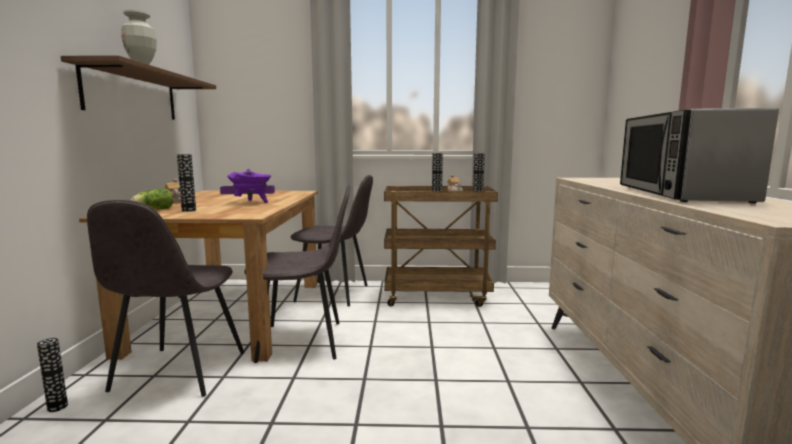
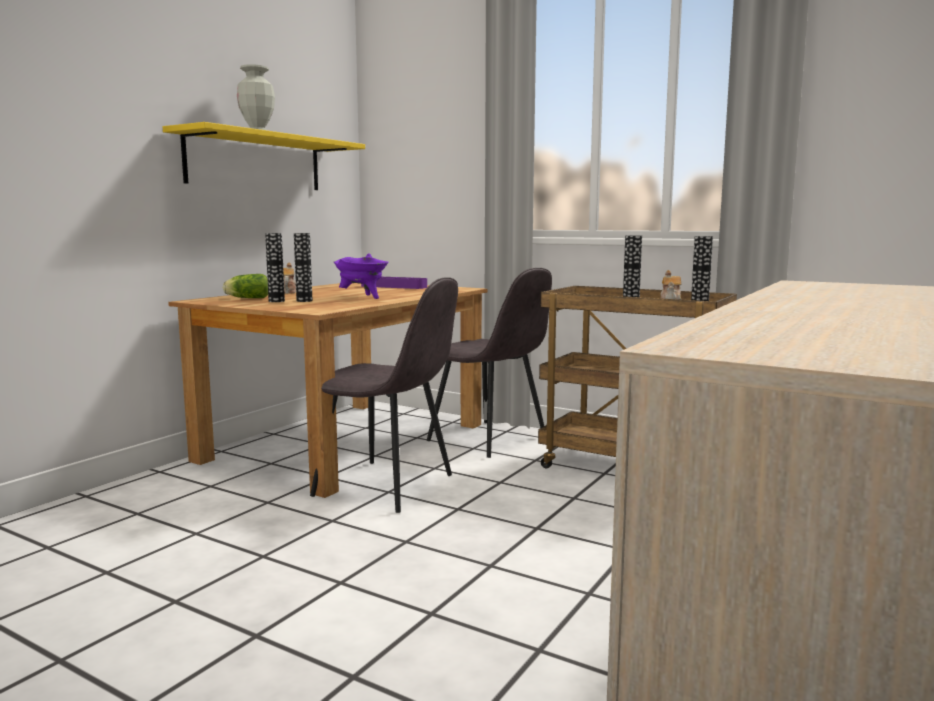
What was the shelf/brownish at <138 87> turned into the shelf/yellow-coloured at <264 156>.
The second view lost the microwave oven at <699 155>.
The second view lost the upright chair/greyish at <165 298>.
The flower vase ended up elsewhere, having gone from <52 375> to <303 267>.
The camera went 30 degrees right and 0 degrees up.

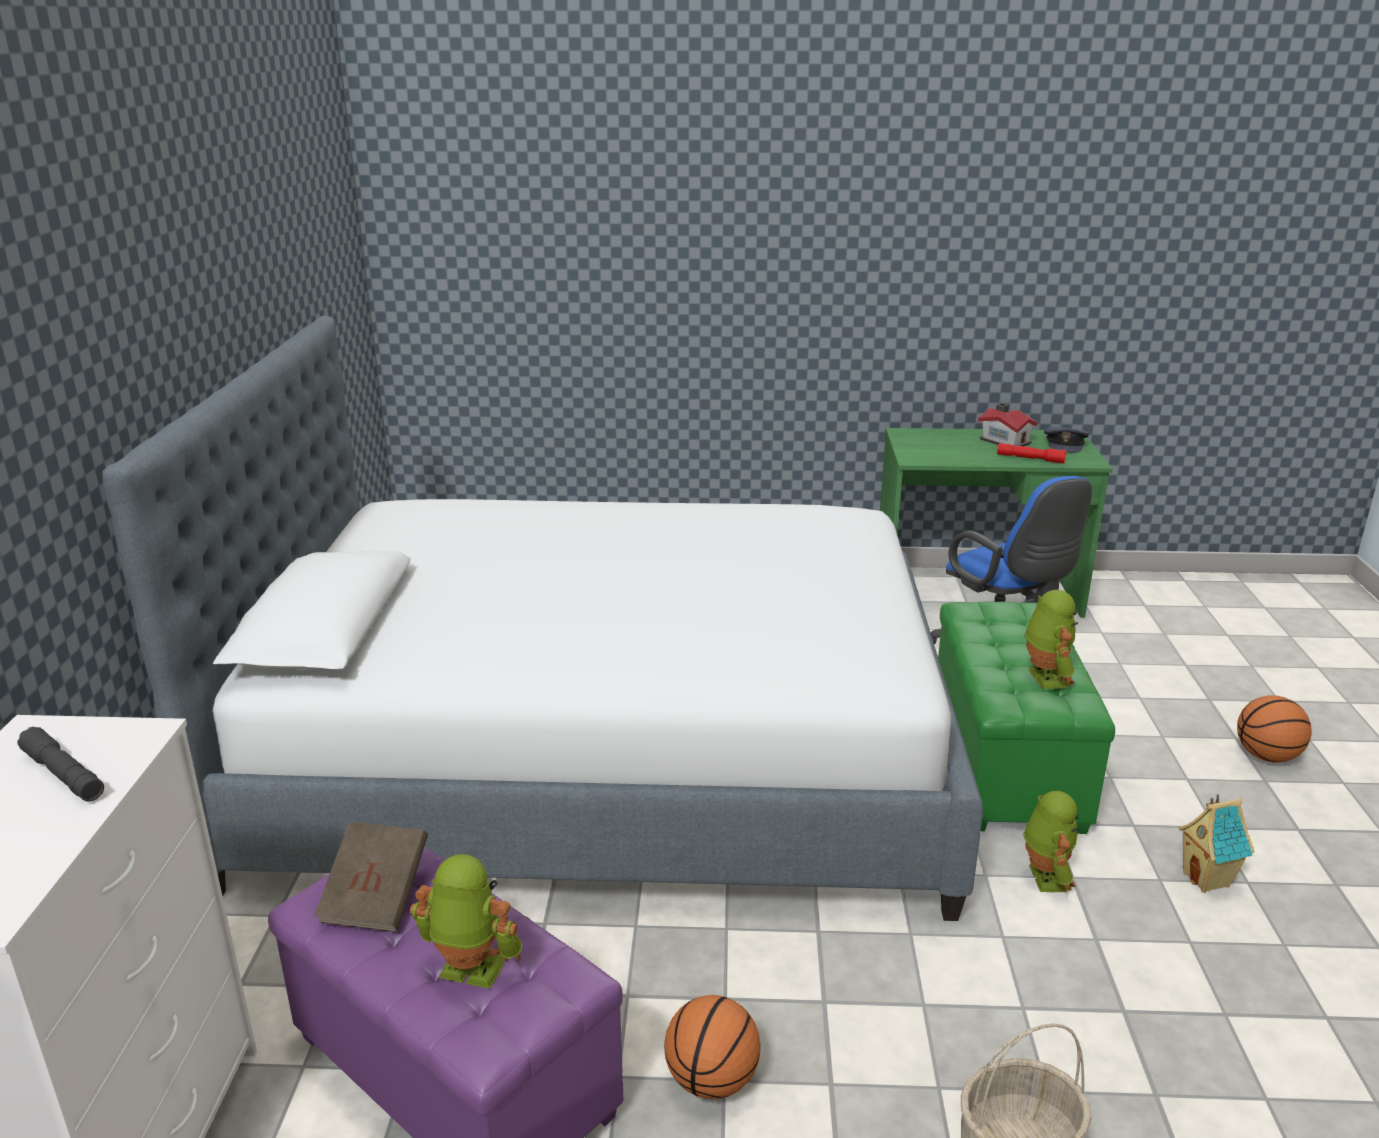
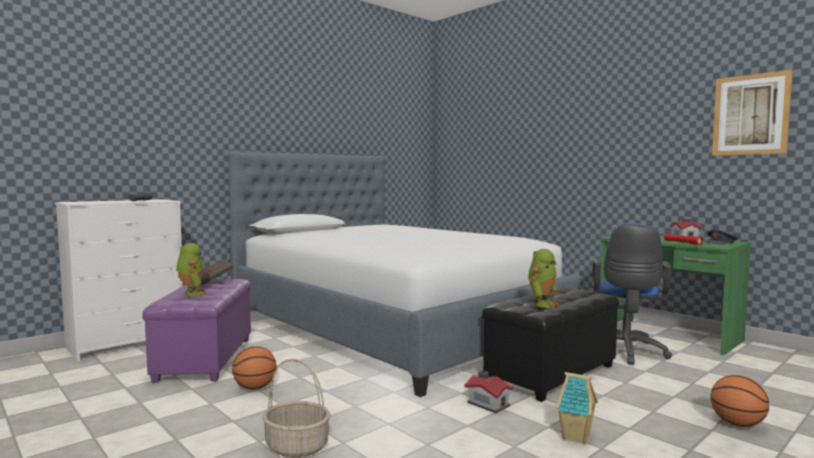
What was the ottoman/greenish at <1026 718> turned into the ottoman/blackish at <550 344>.
Where the toy robot stood at <1051 841>, the miniature house came to stand at <489 391>.
The second view gained the wall picture at <752 113>.
The camera went 45 degrees right and 20 degrees down.

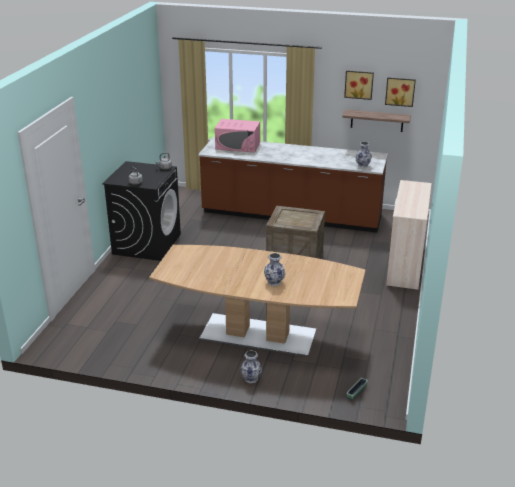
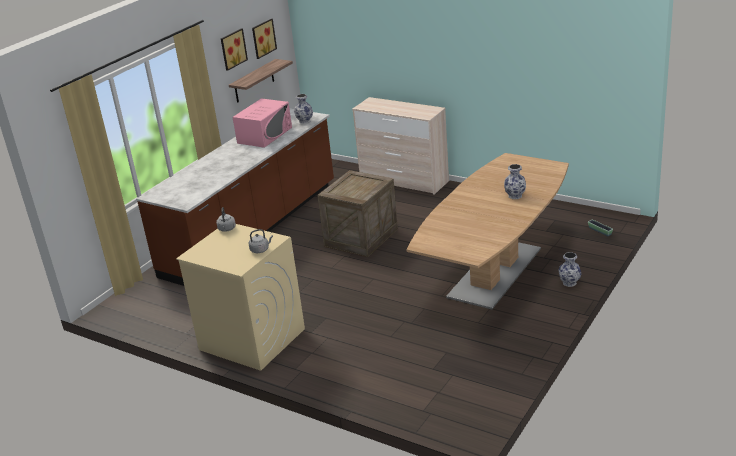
The microwave oven/pinkish ended up elsewhere, having gone from <237 135> to <262 123>.
What was the washing machine/blackish at <141 211> turned into the washing machine/beige at <240 297>.
The camera went 70 degrees left and 0 degrees up.

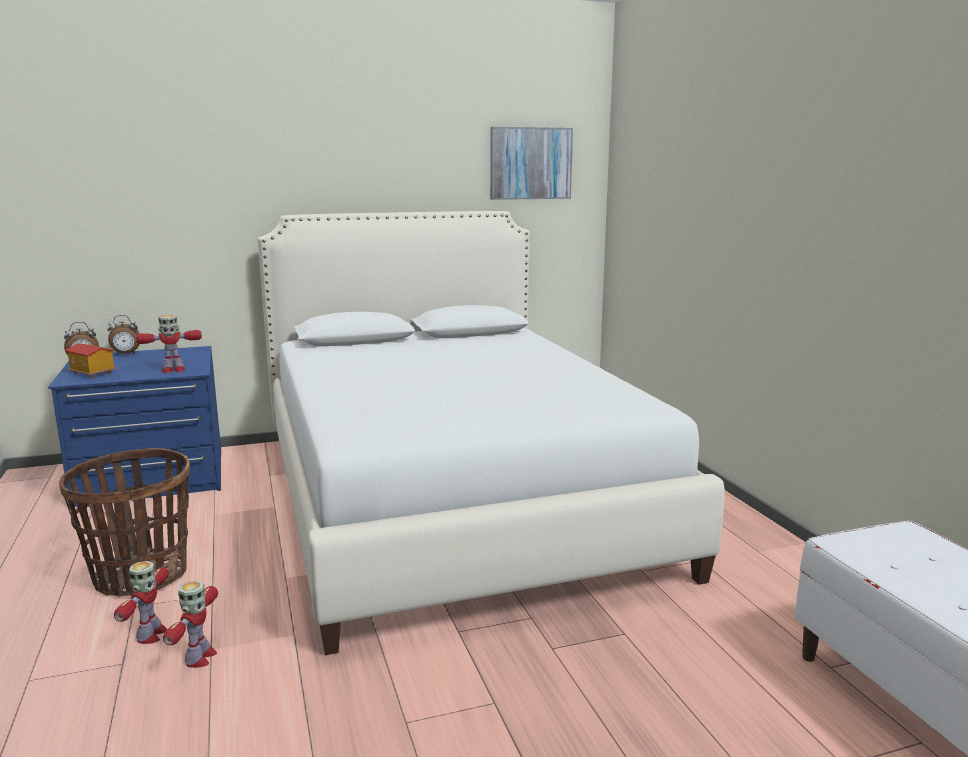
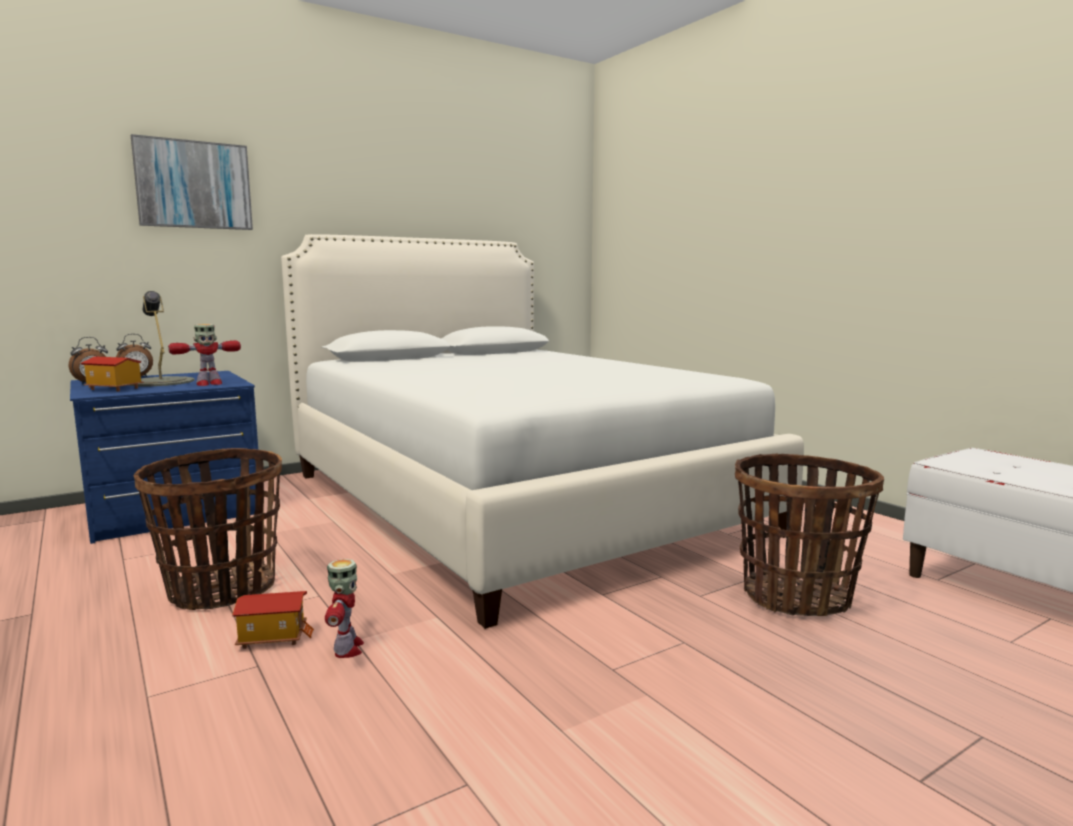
The wall picture ended up elsewhere, having gone from <531 163> to <192 182>.
Where the toy robot stood at <141 602>, the miniature house came to stand at <273 620>.
The second view gained the tabletop lamp/greyish at <162 338>.
The second view gained the basket at <809 535>.
The camera went 15 degrees left and 5 degrees down.

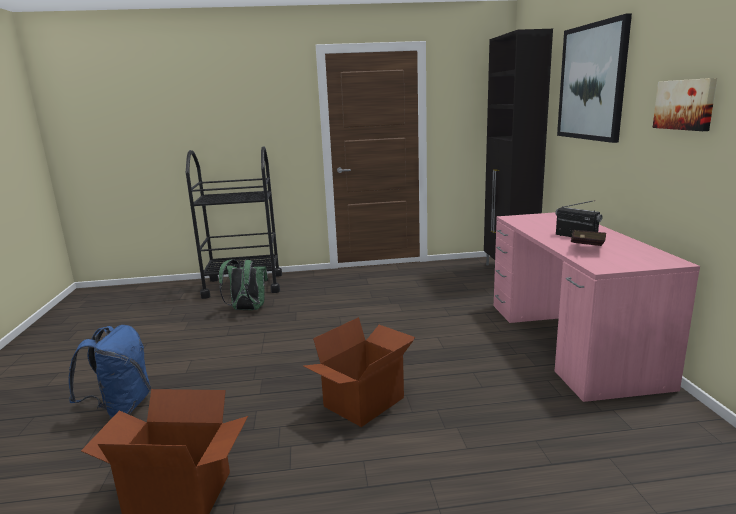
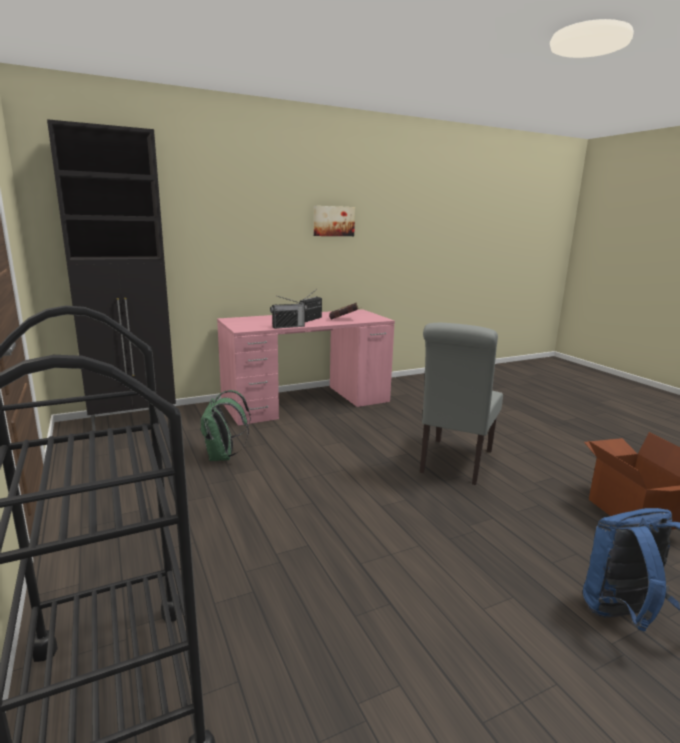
The second view lost the wall picture at <594 78>.
The rucksack/greenish ended up elsewhere, having gone from <243 284> to <226 425>.
Where the carton stood at <359 372>, the upright chair/greyish came to stand at <461 404>.
The second view gained the radio at <288 312>.
The camera went 110 degrees left and 0 degrees up.

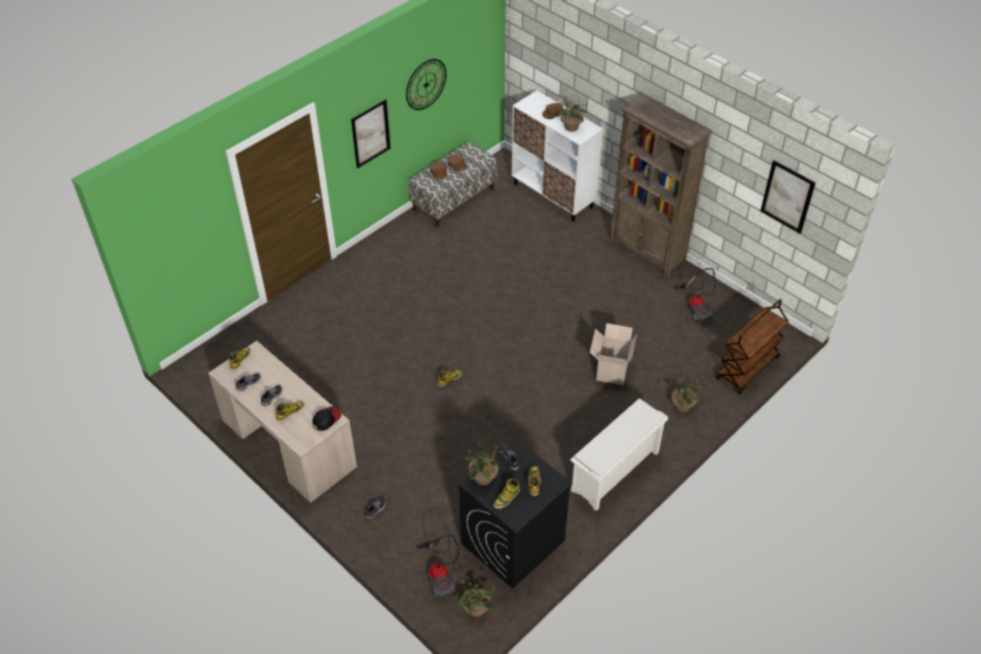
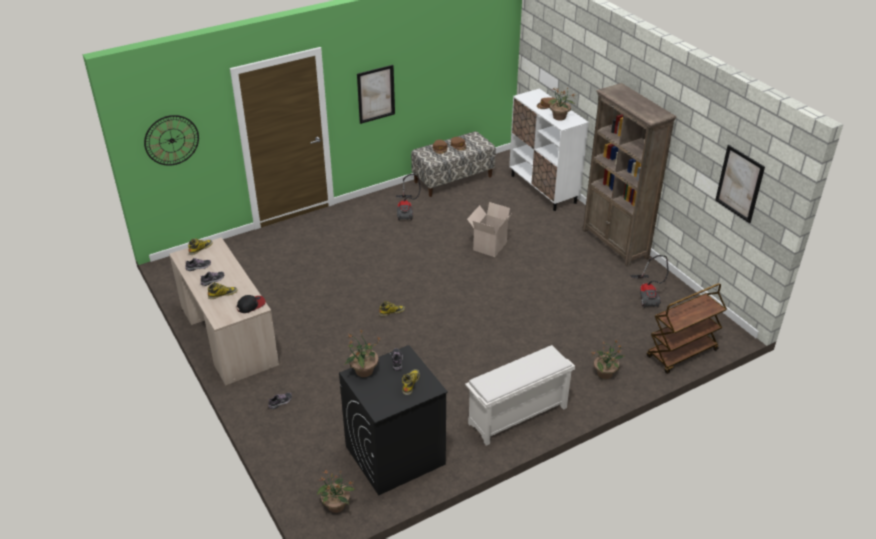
The clock on the wall ended up elsewhere, having gone from <426 84> to <171 140>.
The carton ended up elsewhere, having gone from <613 354> to <489 229>.
The second view lost the high-top boot at <506 494>.
The vacuum ended up elsewhere, having gone from <437 567> to <408 197>.
The camera went 15 degrees right and 10 degrees down.

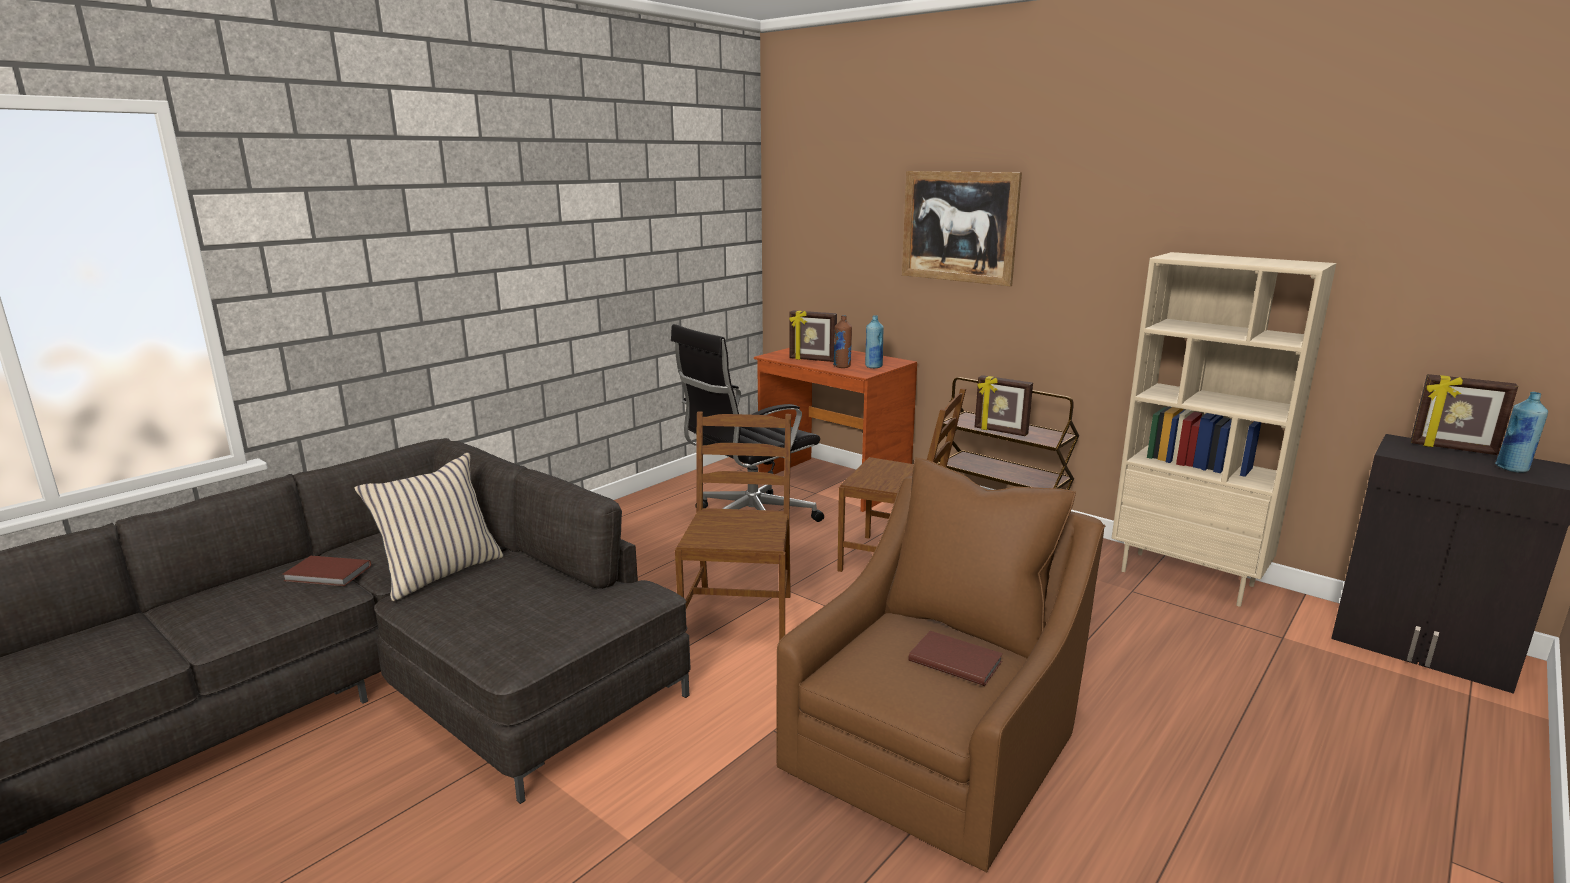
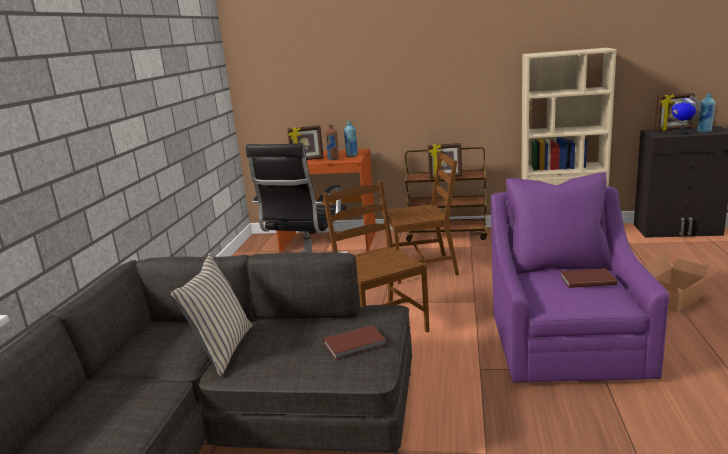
The second view lost the wall picture at <962 228>.
What was the easy chair/brownish at <940 664> turned into the easy chair/purple at <580 277>.
The book/brownish ended up elsewhere, having gone from <327 571> to <354 342>.
The second view gained the world globe at <686 115>.
The second view gained the carton at <681 283>.
The camera went 30 degrees left and 0 degrees up.

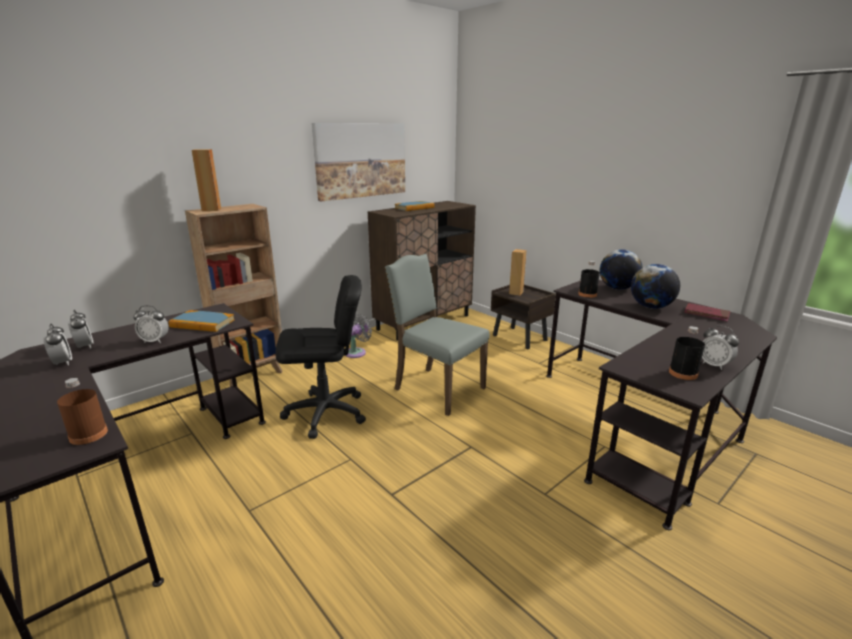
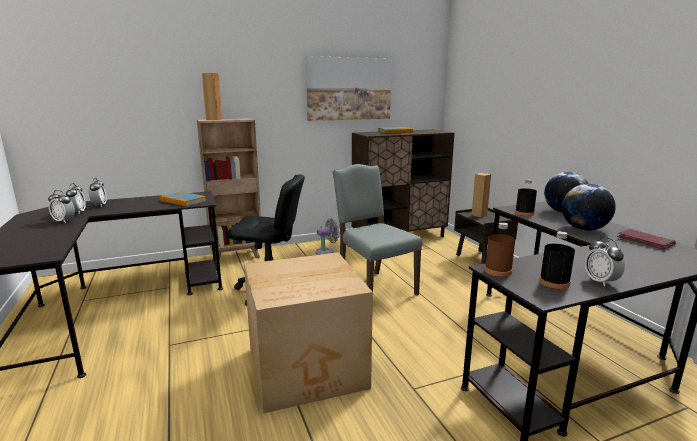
The alarm clock ended up elsewhere, having gone from <151 324> to <61 206>.
The beverage bottle/brownish ended up elsewhere, having gone from <82 411> to <500 249>.
The second view gained the carton at <308 333>.
The camera went 20 degrees right and 5 degrees down.

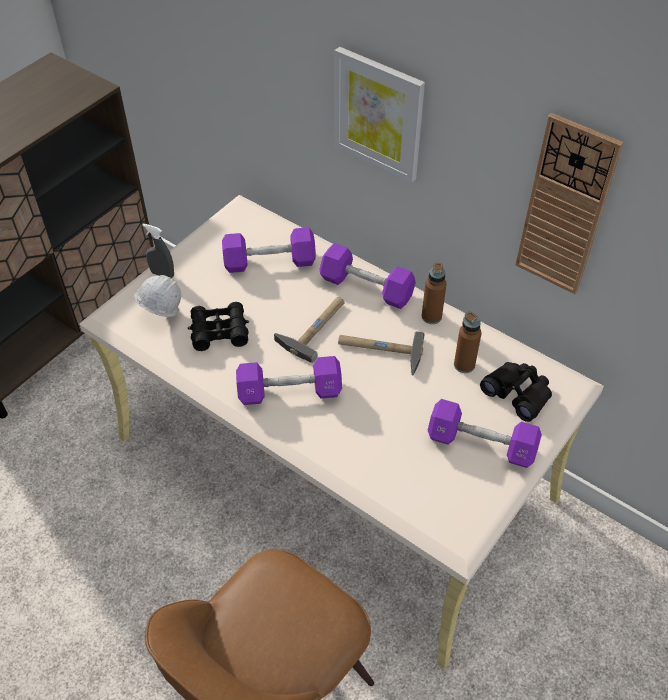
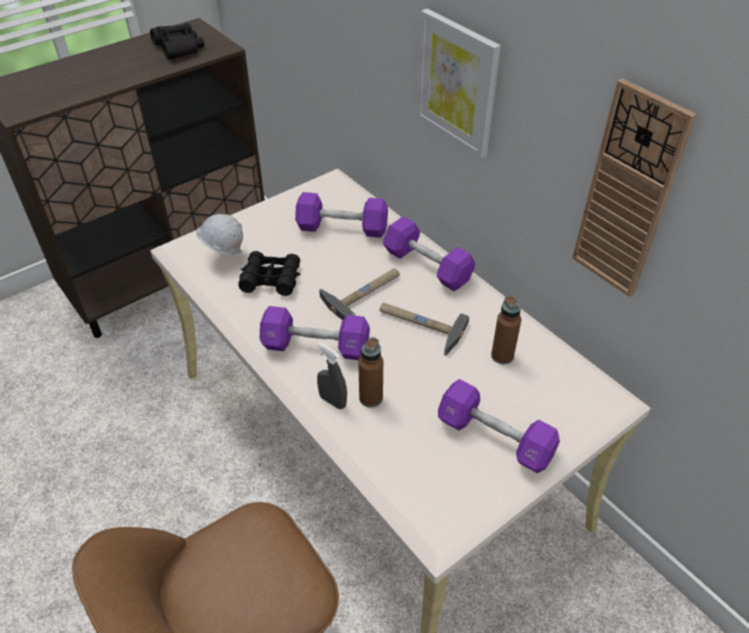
The sprayer/greyish ended up elsewhere, having gone from <158 251> to <332 376>.
The beverage bottle/brownish ended up elsewhere, having gone from <434 293> to <370 372>.
The field glasses/blackish ended up elsewhere, having gone from <516 392> to <177 41>.
The camera went 15 degrees right and 5 degrees down.

